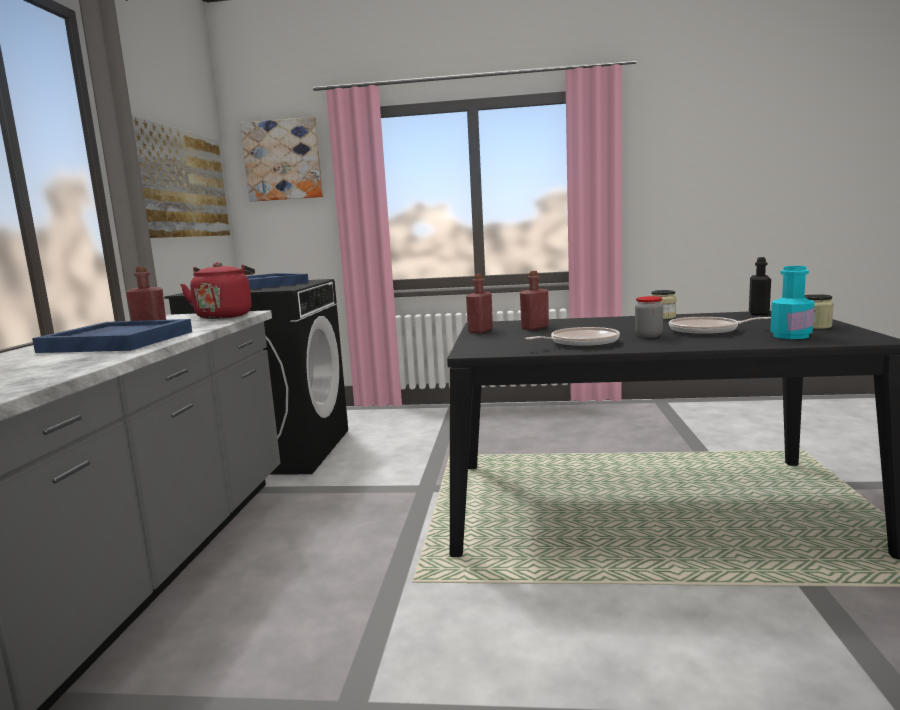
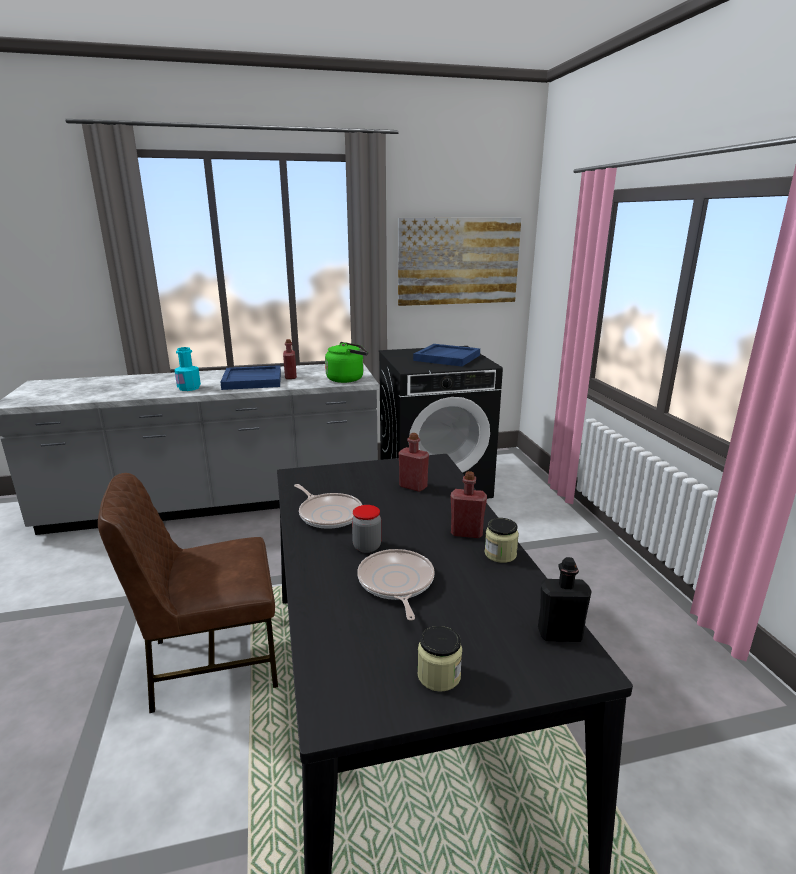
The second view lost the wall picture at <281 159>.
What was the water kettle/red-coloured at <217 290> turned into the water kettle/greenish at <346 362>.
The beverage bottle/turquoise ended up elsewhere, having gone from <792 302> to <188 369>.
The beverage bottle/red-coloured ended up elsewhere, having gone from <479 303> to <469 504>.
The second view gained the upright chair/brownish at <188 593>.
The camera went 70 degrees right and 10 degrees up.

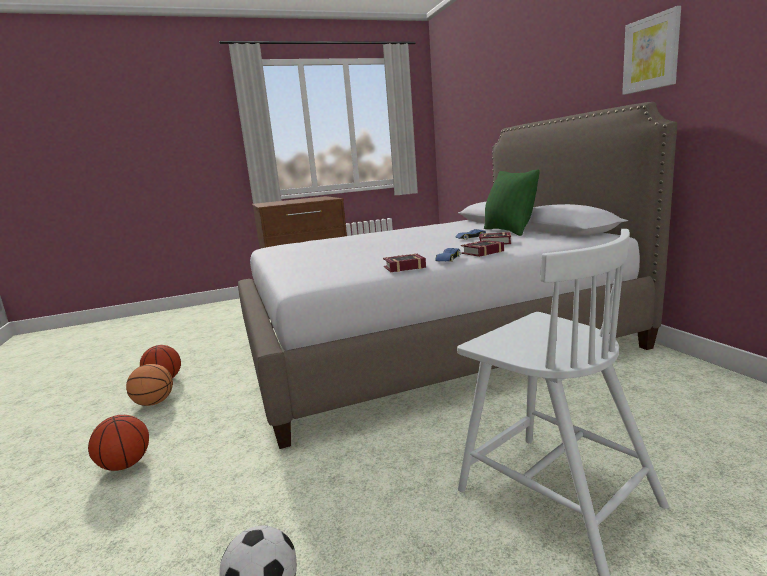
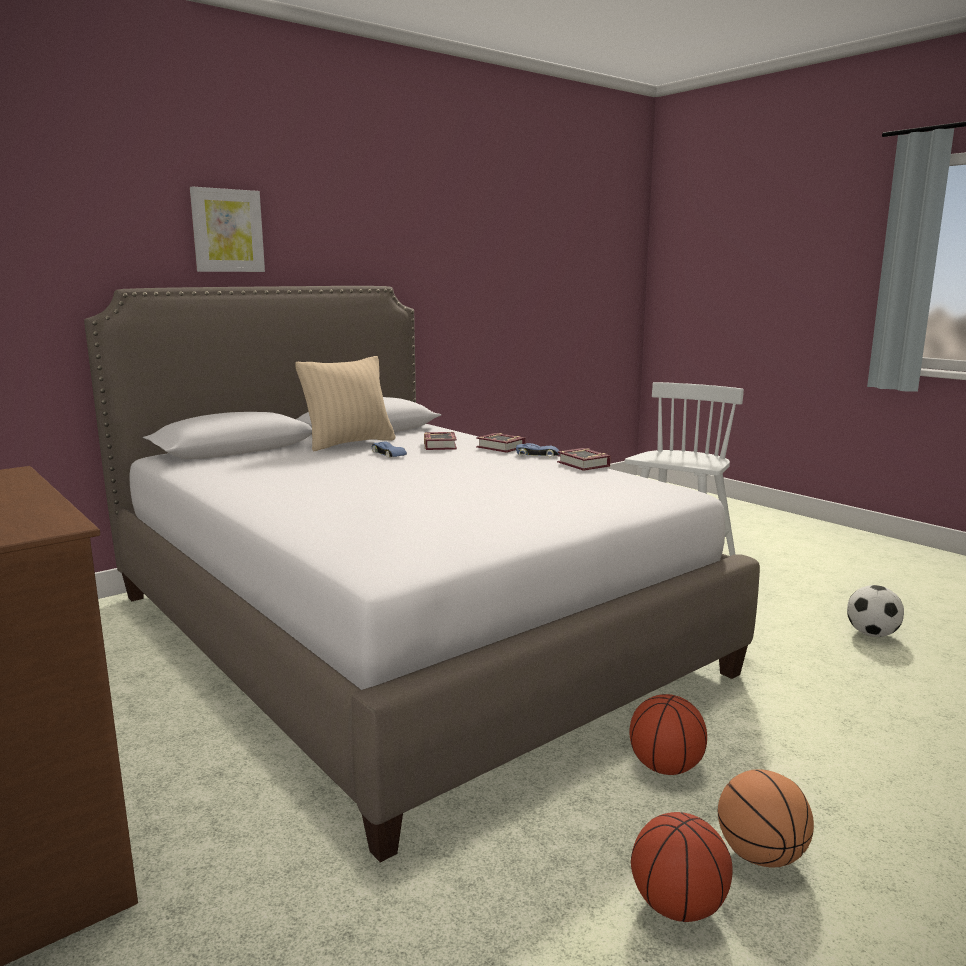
The wall picture ended up elsewhere, having gone from <651 50> to <227 229>.
What was the throw pillow/greenish at <512 202> turned into the throw pillow/beige at <345 403>.
The basketball ball ended up elsewhere, having gone from <118 443> to <668 734>.
The camera went 110 degrees left and 0 degrees up.

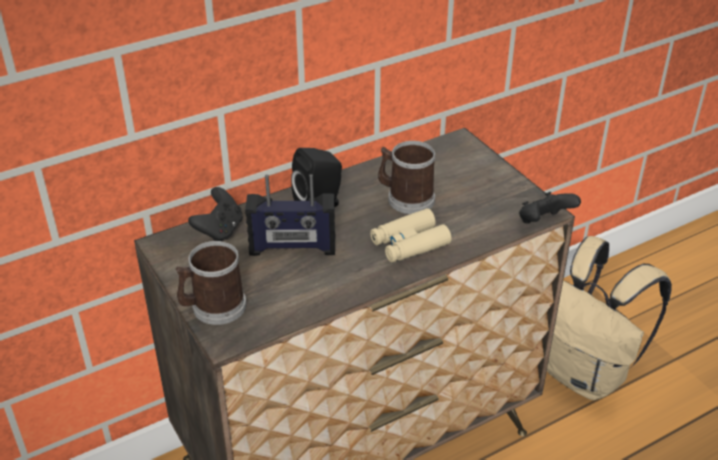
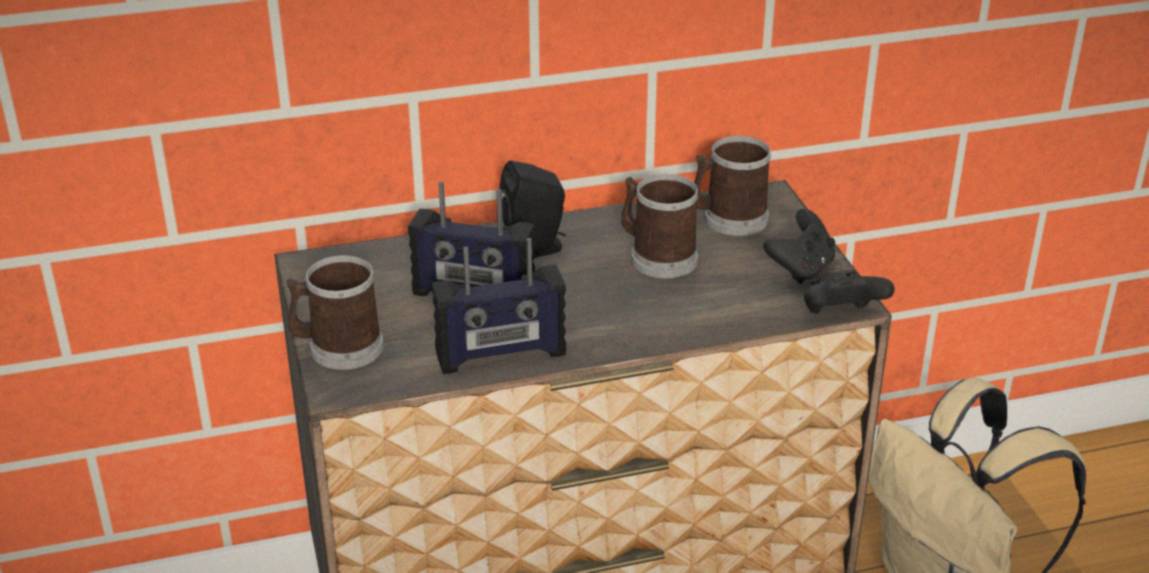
The gamepad/blackish ended up elsewhere, having gone from <215 214> to <799 246>.
The second view lost the field glasses/beige at <411 235>.
The second view gained the mug at <732 186>.
The second view gained the radio at <499 306>.
The camera went 15 degrees right and 5 degrees down.

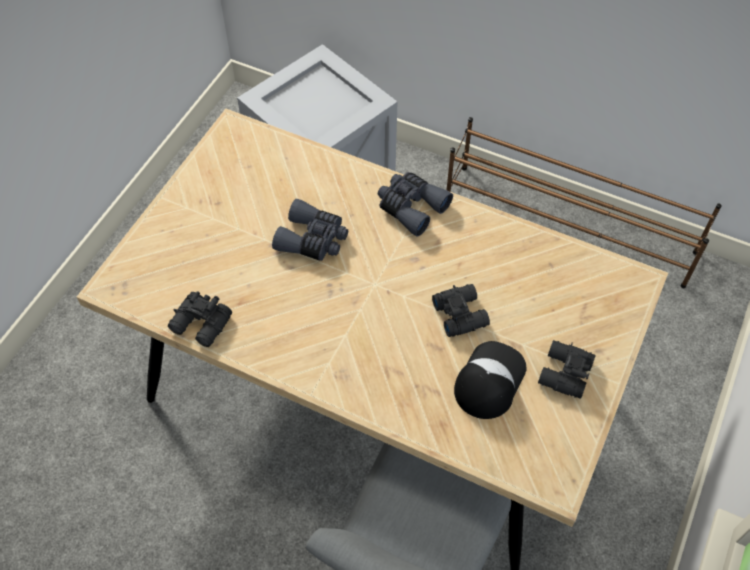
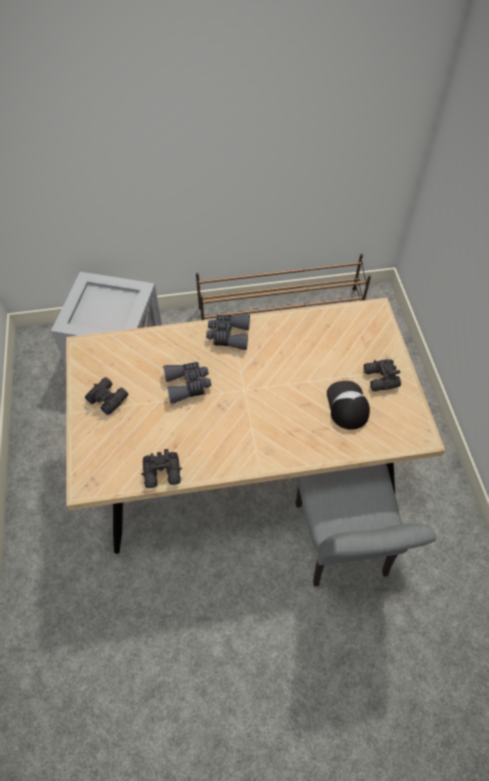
The field glasses/blackish ended up elsewhere, having gone from <461 310> to <106 396>.
The camera went 35 degrees left and 0 degrees up.

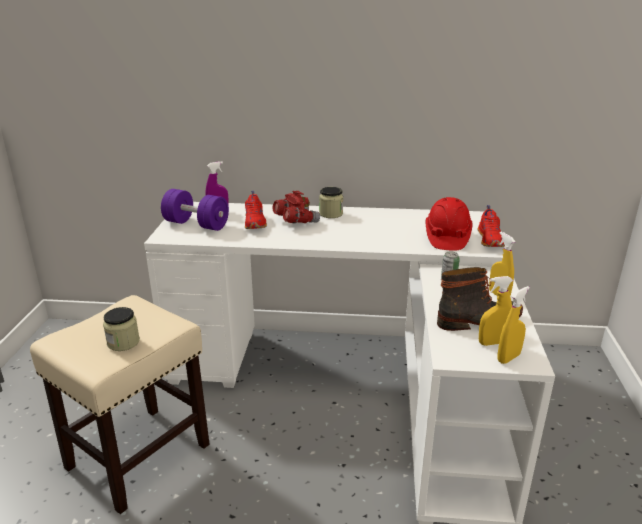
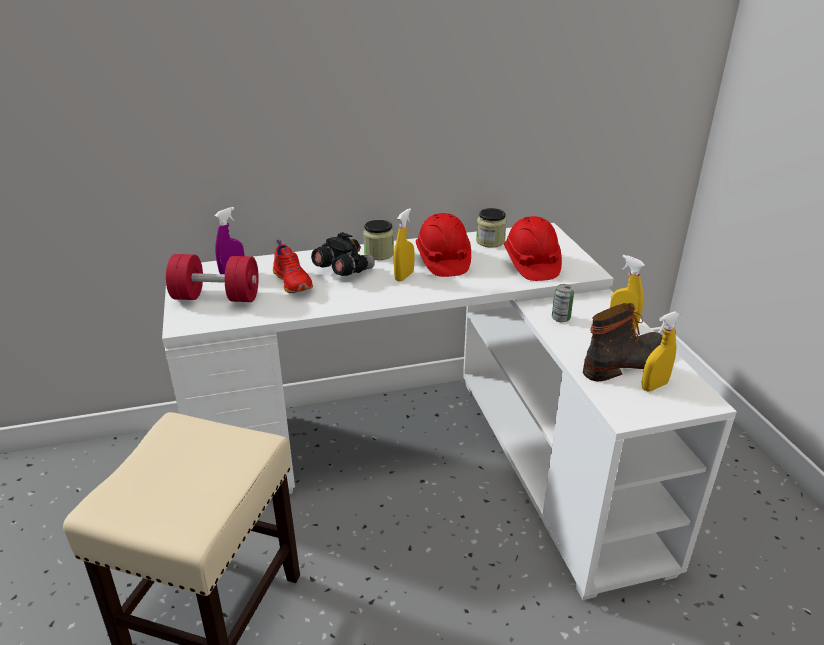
What was the hand weight/purple at <195 210> turned into the hand weight/red-coloured at <212 278>.
What was the field glasses/red-coloured at <296 207> turned into the field glasses/blackish at <343 254>.
The second view lost the low shoe/red-coloured at <491 226>.
The sprayer/yellow-coloured ended up elsewhere, having gone from <514 325> to <404 245>.
The jar ended up elsewhere, having gone from <121 329> to <491 228>.
The second view gained the hard hat/red-coloured at <443 245>.
The camera went 20 degrees left and 5 degrees up.

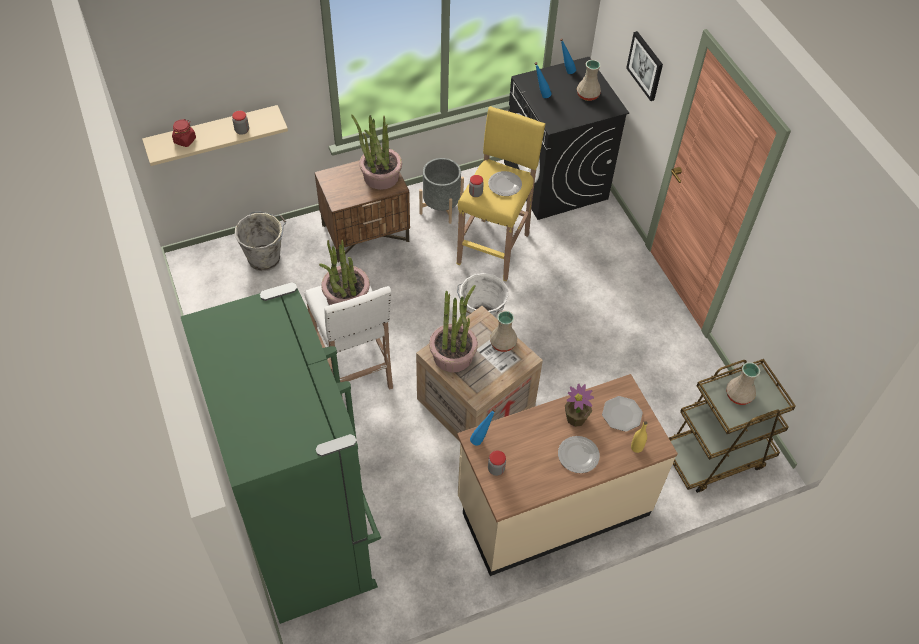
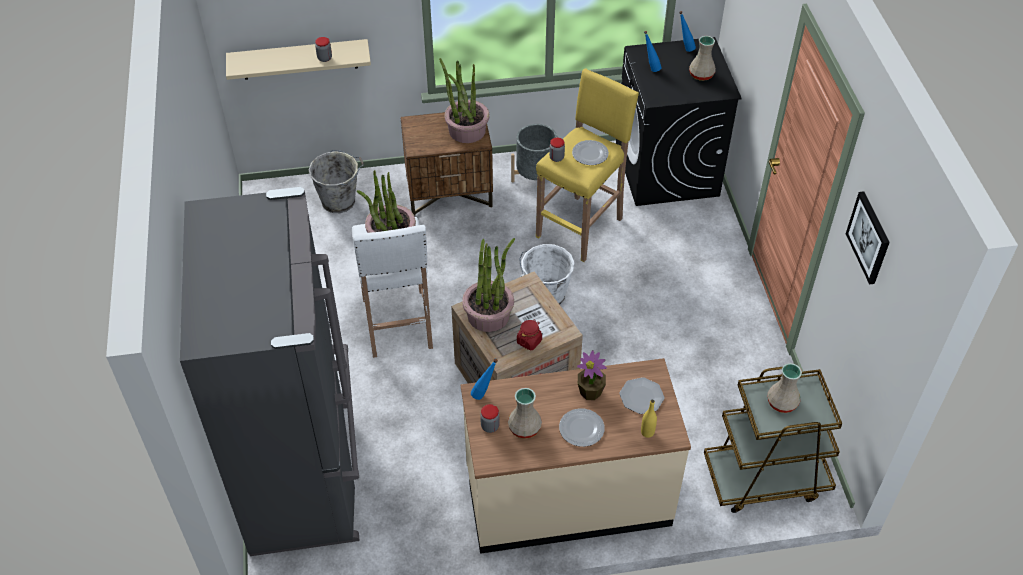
The wall picture ended up elsewhere, having gone from <644 66> to <868 238>.
The jar/red-coloured ended up elsewhere, having gone from <184 133> to <529 335>.
What was the kitchen fridge/greenish at <280 453> turned into the kitchen fridge/greyish at <270 371>.
The flower vase/beige ended up elsewhere, having gone from <503 331> to <525 413>.
The camera went 15 degrees right and 5 degrees down.

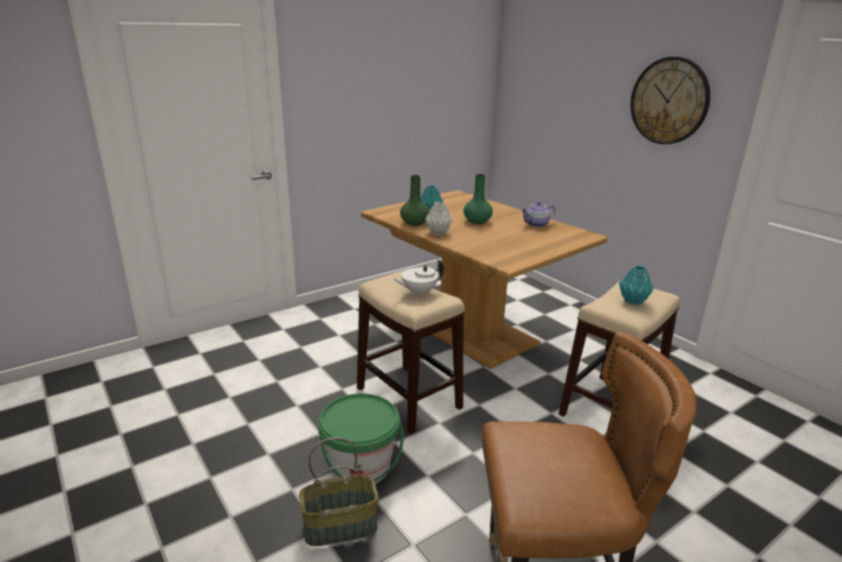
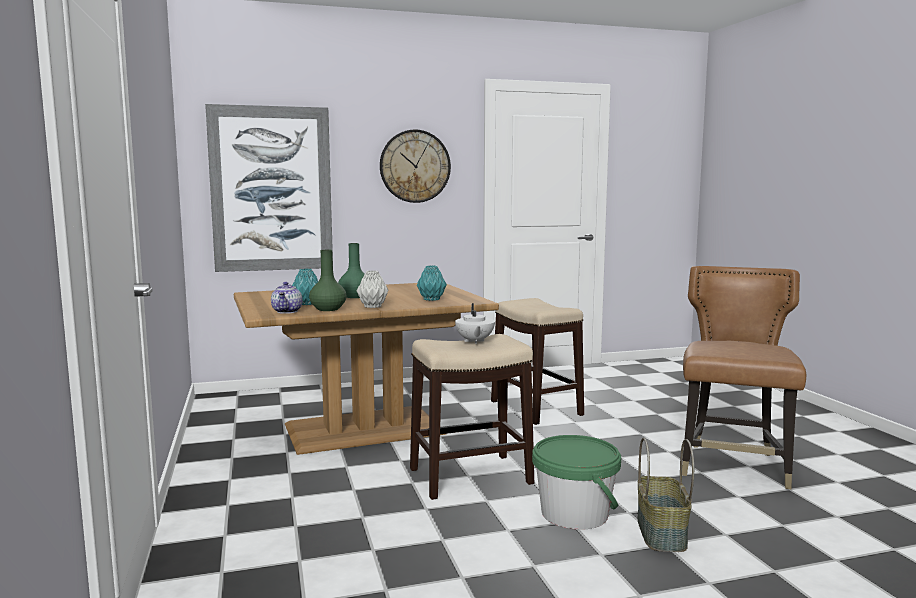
The tea pot ended up elsewhere, having gone from <538 214> to <286 298>.
The flower vase/turquoise ended up elsewhere, having gone from <636 285> to <432 283>.
The second view gained the wall picture at <269 188>.
The camera went 70 degrees left and 15 degrees down.

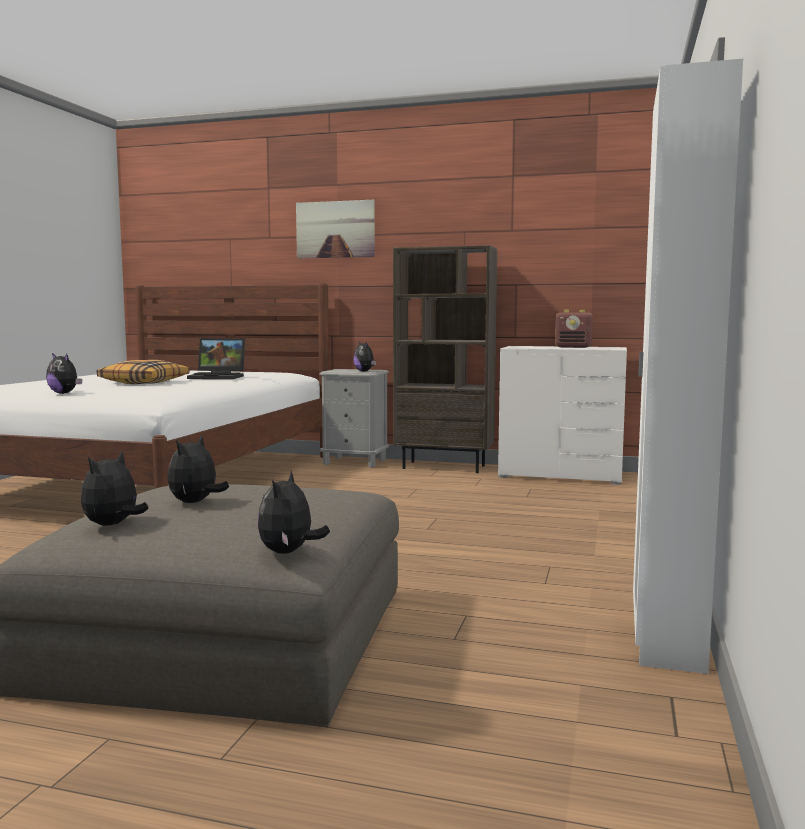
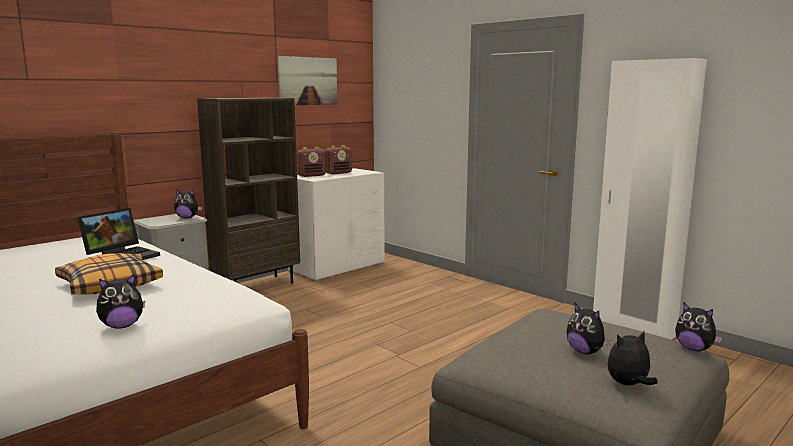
The wall picture ended up elsewhere, having gone from <335 228> to <307 80>.
The cuddly toy at <115 488> ended up facing another way, 105 degrees clockwise from before.
The second view gained the radio at <311 162>.
The camera went 60 degrees left and 5 degrees up.

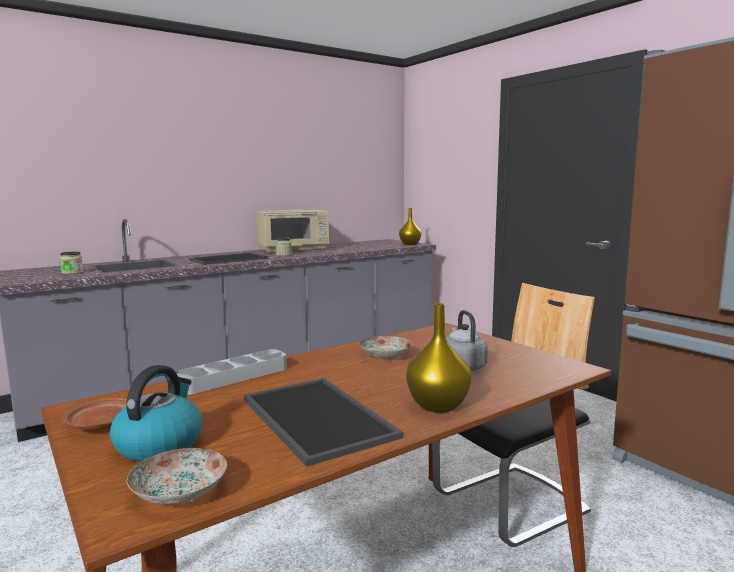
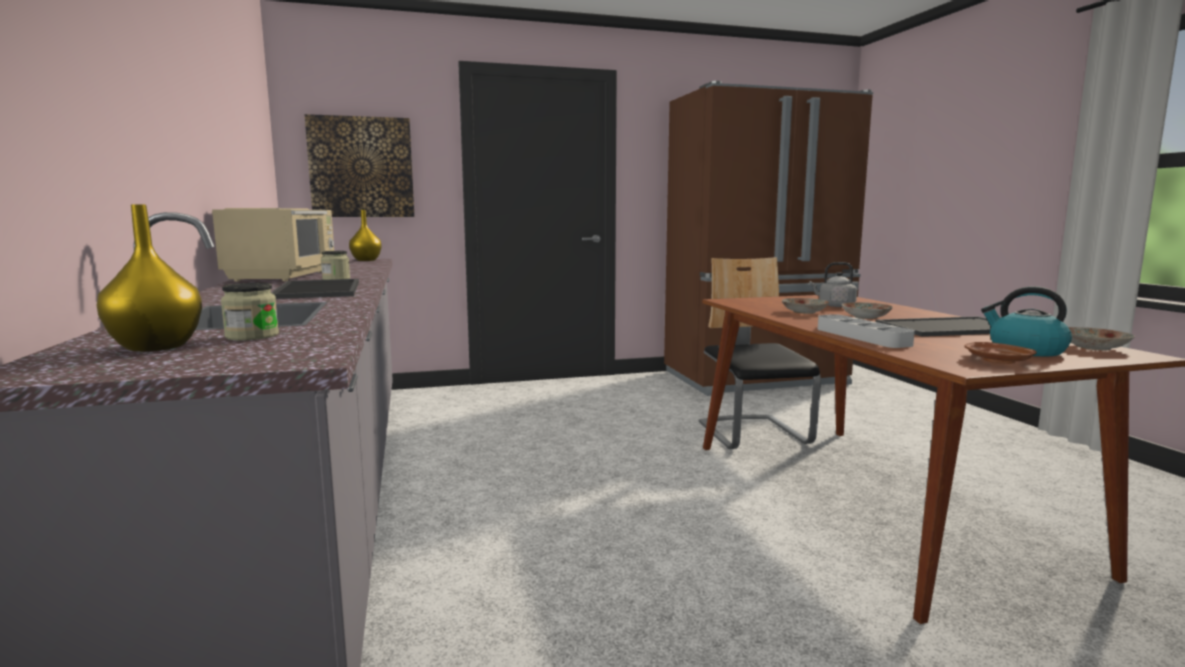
The flower vase/yellow-coloured ended up elsewhere, having gone from <438 358> to <149 278>.
The second view gained the wall picture at <359 165>.
The second view gained the plate at <867 310>.
The camera went 70 degrees left and 0 degrees up.

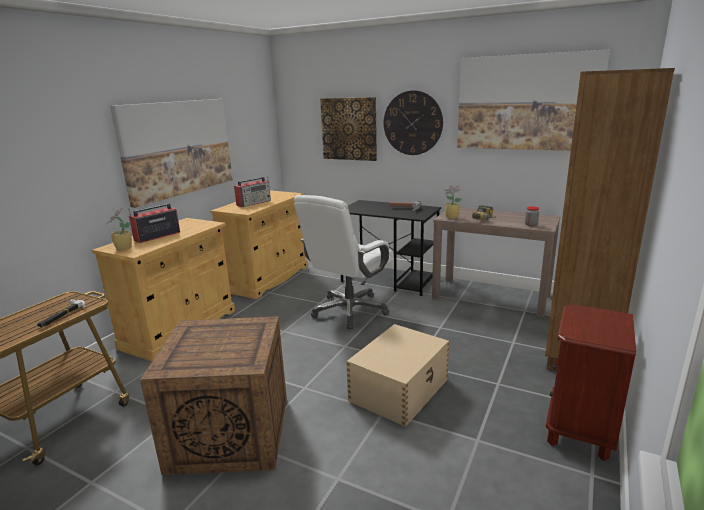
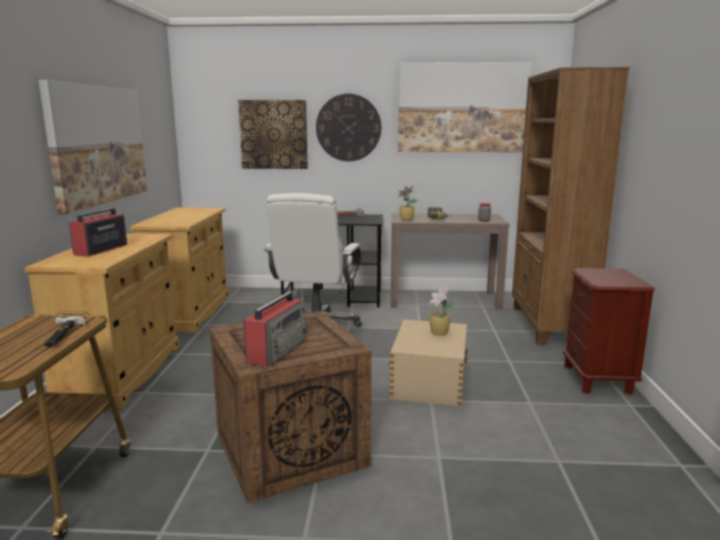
The radio ended up elsewhere, having gone from <252 191> to <276 328>.
The houseplant ended up elsewhere, having gone from <119 229> to <441 310>.
The camera went 25 degrees left and 5 degrees down.

